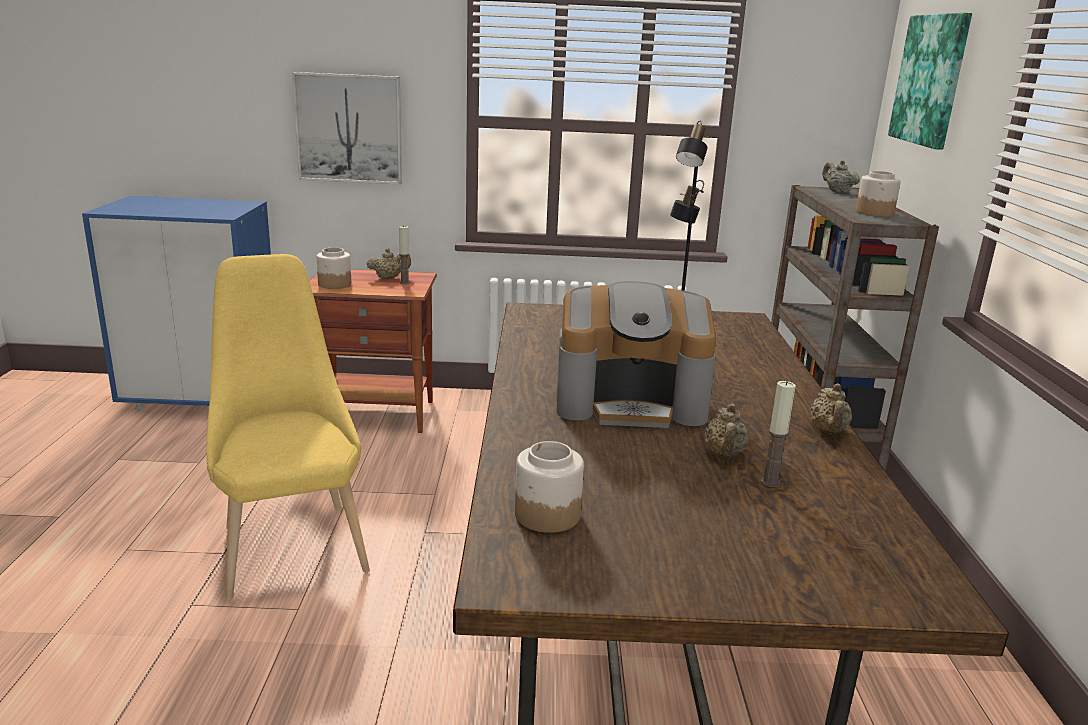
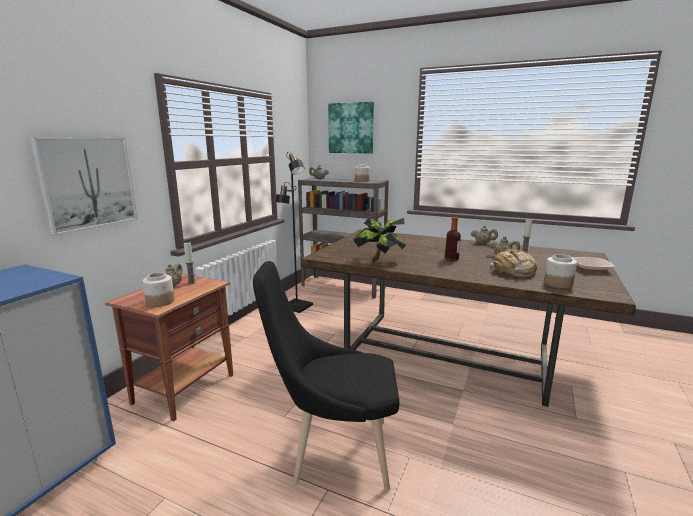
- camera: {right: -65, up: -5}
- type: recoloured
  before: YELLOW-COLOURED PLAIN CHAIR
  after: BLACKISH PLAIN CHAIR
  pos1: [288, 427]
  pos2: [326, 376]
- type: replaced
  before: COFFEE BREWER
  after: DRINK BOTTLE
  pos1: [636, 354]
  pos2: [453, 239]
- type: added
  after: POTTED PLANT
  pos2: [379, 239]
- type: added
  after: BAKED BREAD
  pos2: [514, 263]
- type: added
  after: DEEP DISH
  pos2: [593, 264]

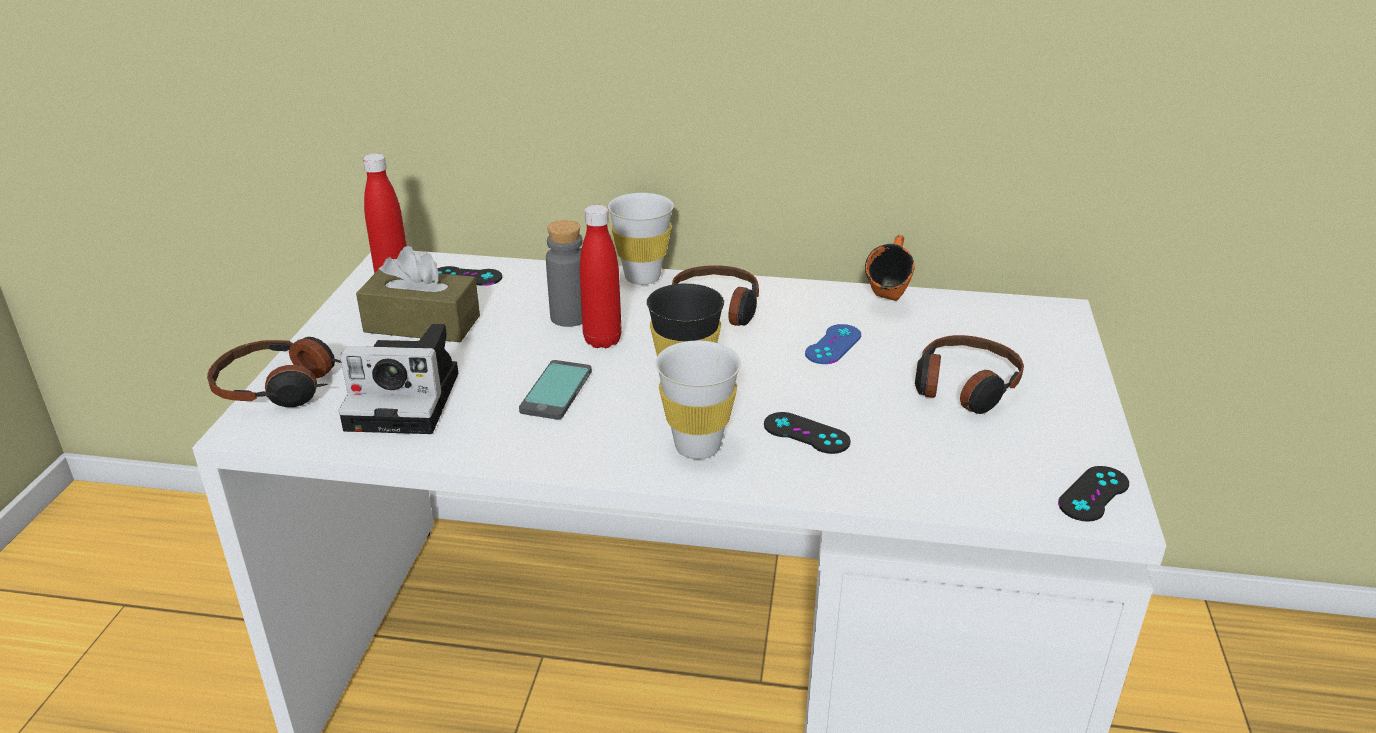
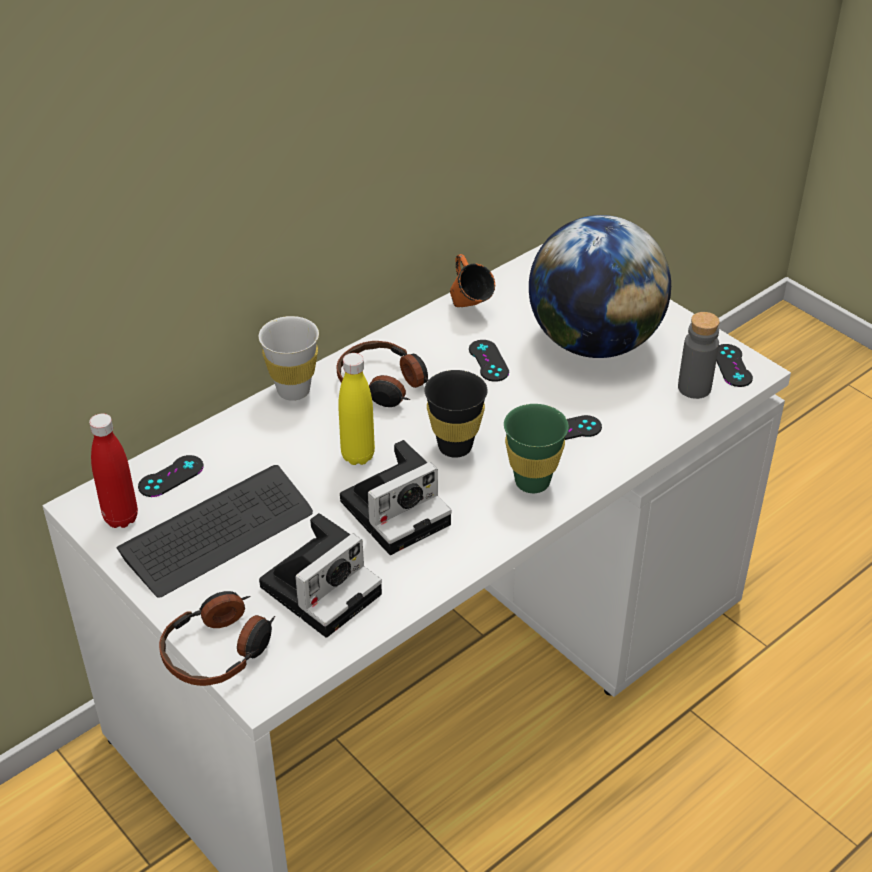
- camera: {right: -50, up: 10}
- type: recoloured
  before: RED-COLOURED DRINK BOTTLE
  after: YELLOW-COLOURED DRINK BOTTLE
  pos1: [601, 276]
  pos2: [356, 409]
- type: moved
  before: GRAY DRINK BOTTLE
  pos1: [564, 273]
  pos2: [699, 355]
- type: replaced
  before: BROWN-COLOURED BOX OF TISSUES
  after: COMPUTER KEYBOARD
  pos1: [418, 294]
  pos2: [214, 531]
- type: recoloured
  before: BLUE GAME CONTROLLER
  after: BLACKISH GAME CONTROLLER
  pos1: [833, 344]
  pos2: [489, 361]
- type: replaced
  before: PAIR OF HEADPHONES
  after: GLOBE
  pos1: [969, 374]
  pos2: [600, 286]
- type: recoloured
  before: WHITE-COLOURED DRINKING CUP
  after: GREEN-COLOURED DRINKING CUP
  pos1: [698, 400]
  pos2: [536, 448]
- type: replaced
  before: TELEPHONE
  after: STILL CAMERA
  pos1: [555, 390]
  pos2: [396, 497]

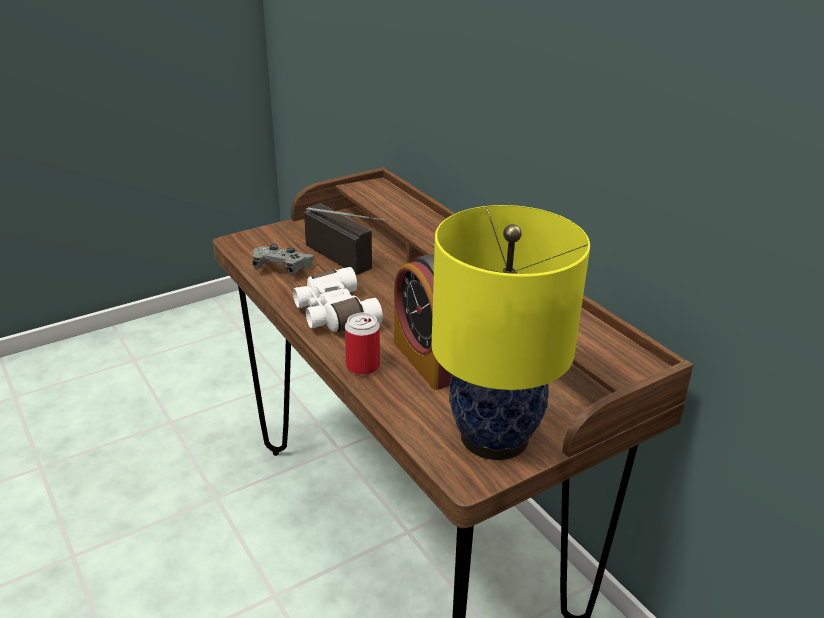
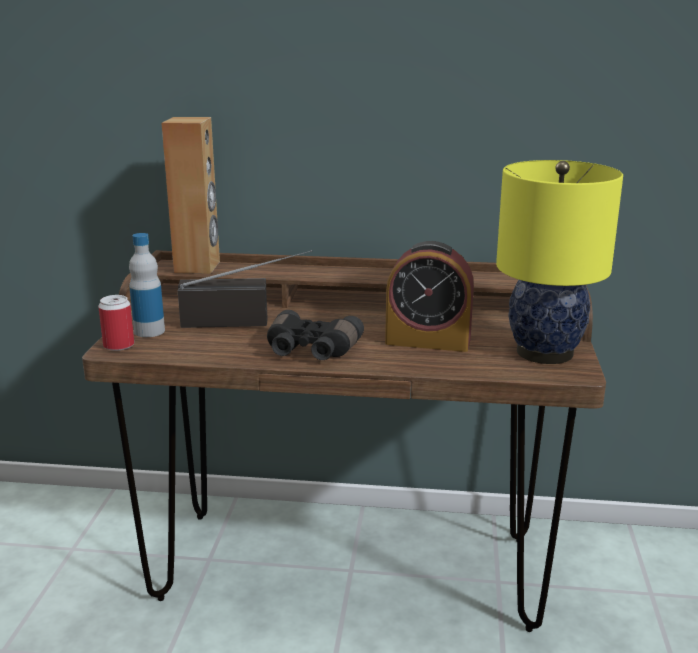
- camera: {right: -50, up: -10}
- type: removed
  before: GRAY GAME CONTROLLER
  pos1: [283, 260]
- type: recoloured
  before: WHITE-COLOURED FIELD GLASSES
  after: BLACKISH FIELD GLASSES
  pos1: [338, 299]
  pos2: [315, 335]
- type: moved
  before: CAN
  pos1: [362, 344]
  pos2: [116, 323]
- type: added
  after: BROWN-COLOURED AUDIO SPEAKER
  pos2: [190, 195]
- type: added
  after: DRINK BOTTLE
  pos2: [147, 285]

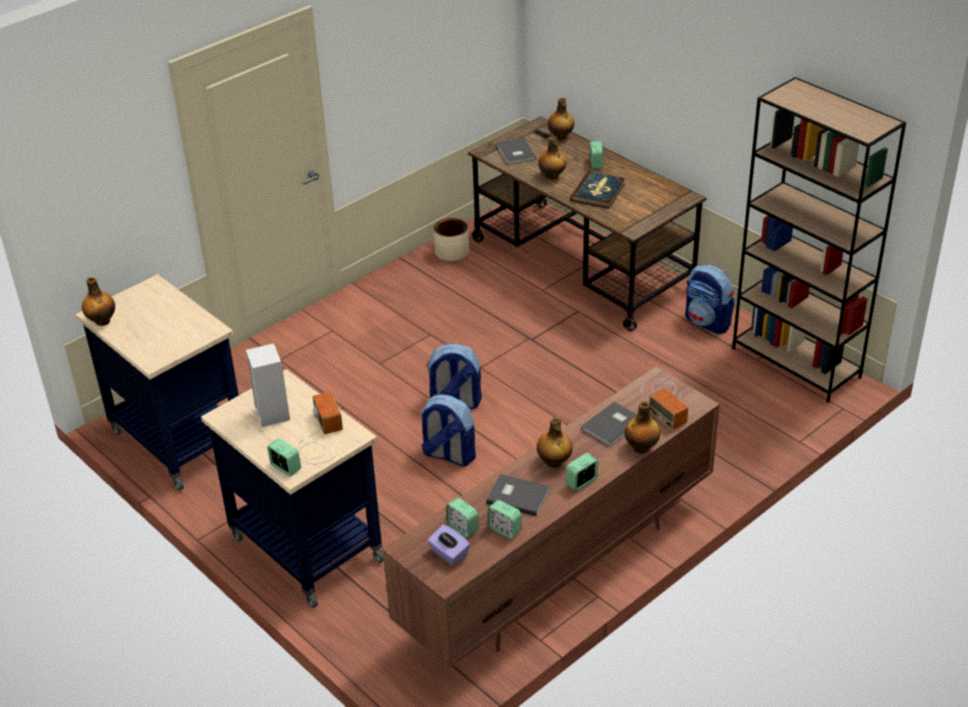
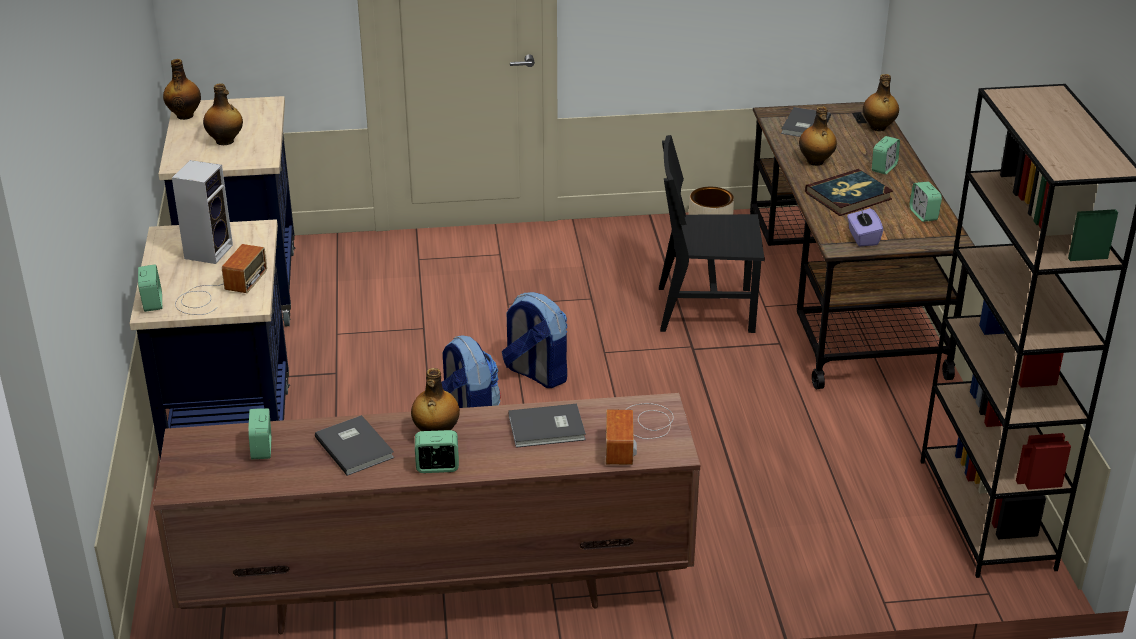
- camera: {right: 35, up: -5}
- type: removed
  before: KNAPSACK
  pos1: [710, 299]
- type: moved
  before: DRINK BOTTLE
  pos1: [642, 427]
  pos2: [223, 114]
- type: moved
  before: ALARM CLOCK
  pos1: [505, 519]
  pos2: [925, 202]
- type: moved
  before: PURPLISH BOX OF TISSUES
  pos1: [448, 545]
  pos2: [865, 227]
- type: added
  after: BLACKISH PLAIN CHAIR
  pos2: [712, 234]

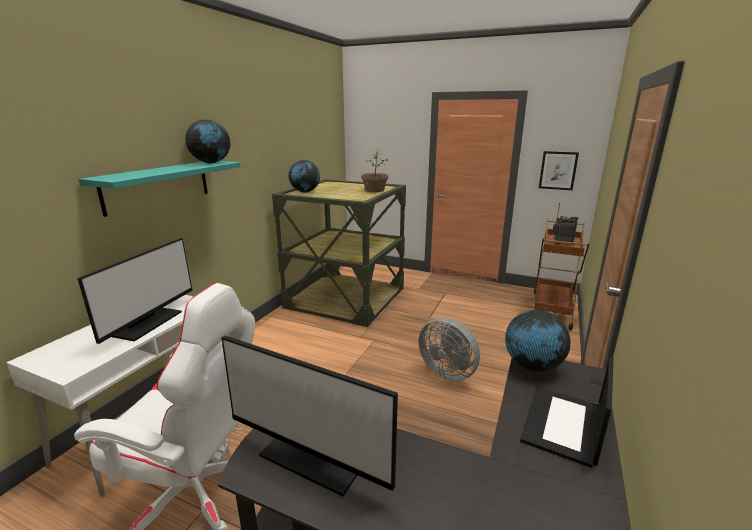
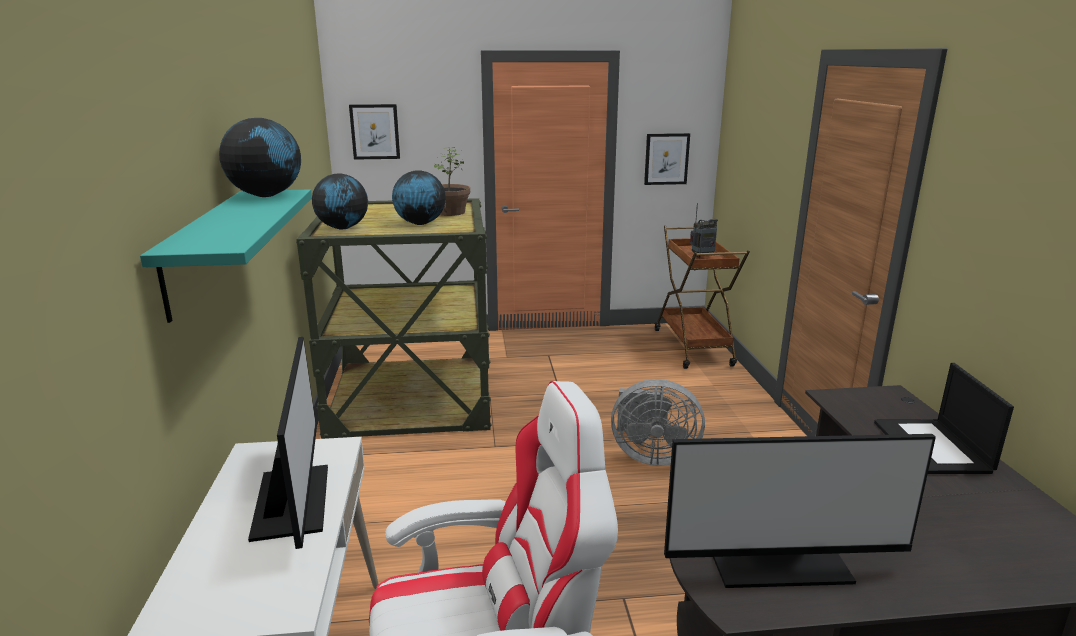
- camera: {right: -30, up: 0}
- type: moved
  before: GLOBE
  pos1: [538, 341]
  pos2: [419, 197]
- type: added
  after: PICTURE
  pos2: [374, 132]

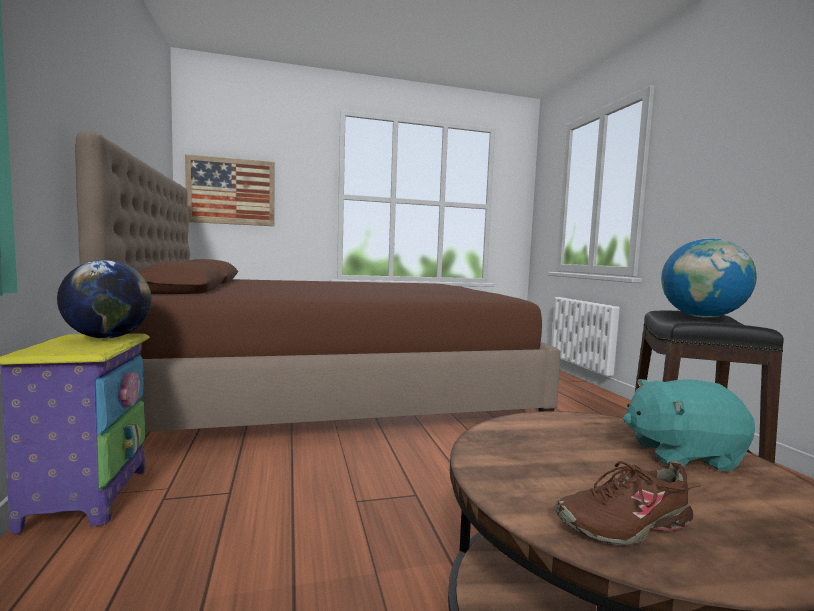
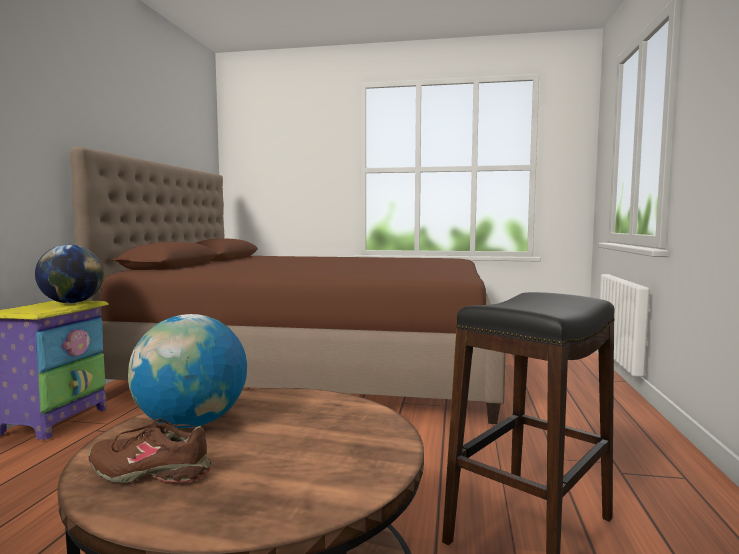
- camera: {right: 25, up: 0}
- type: removed
  before: PICTURE
  pos1: [230, 190]
- type: moved
  before: GLOBE
  pos1: [709, 277]
  pos2: [187, 371]
- type: removed
  before: TURQUOISE-COLOURED PLUSH TOY
  pos1: [689, 425]

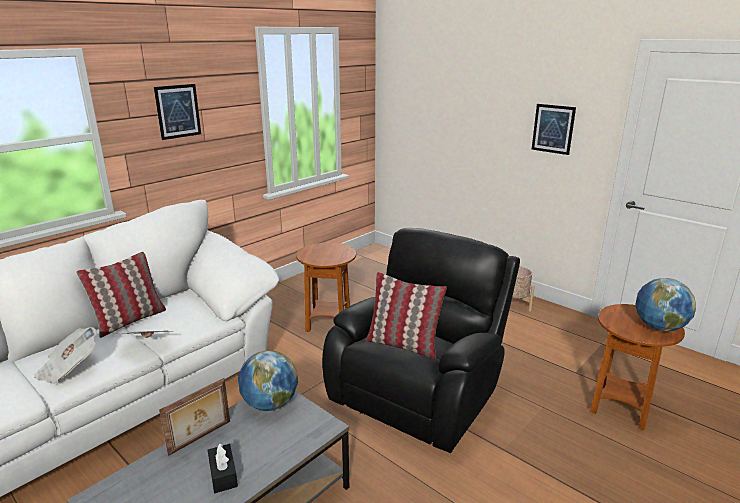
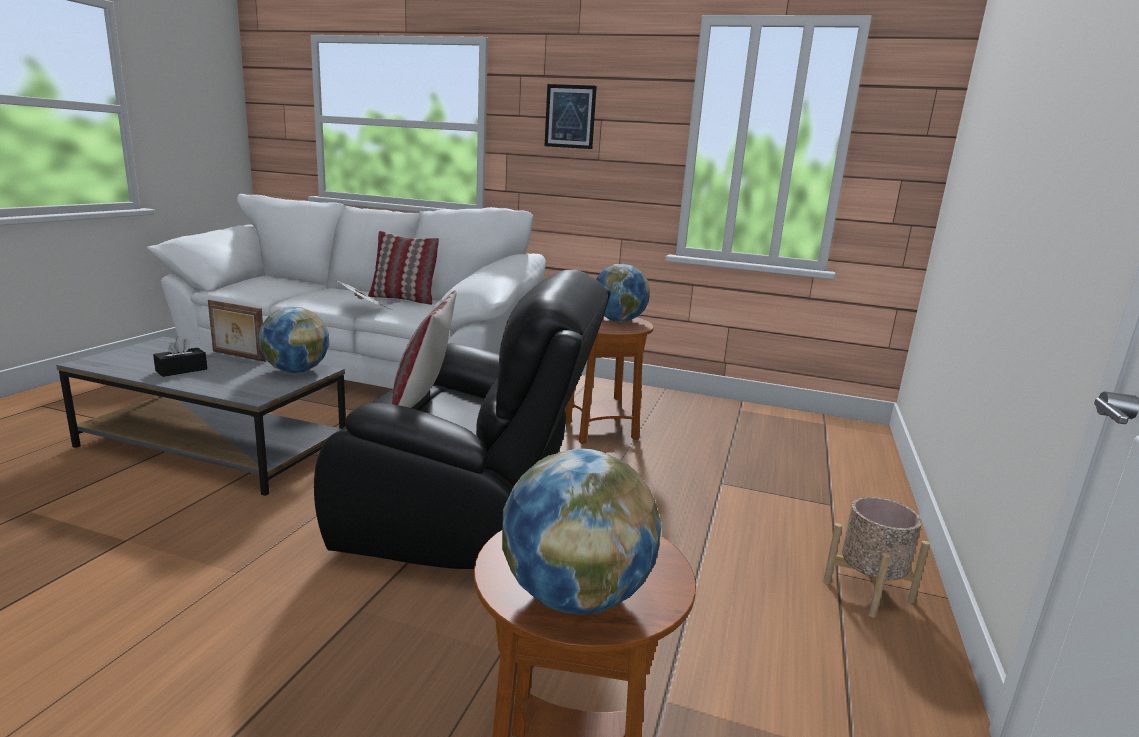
- camera: {right: 65, up: -5}
- type: removed
  before: PICTURE
  pos1: [554, 129]
- type: removed
  before: NEWSPAPER
  pos1: [65, 355]
- type: added
  after: GLOBE
  pos2: [623, 293]

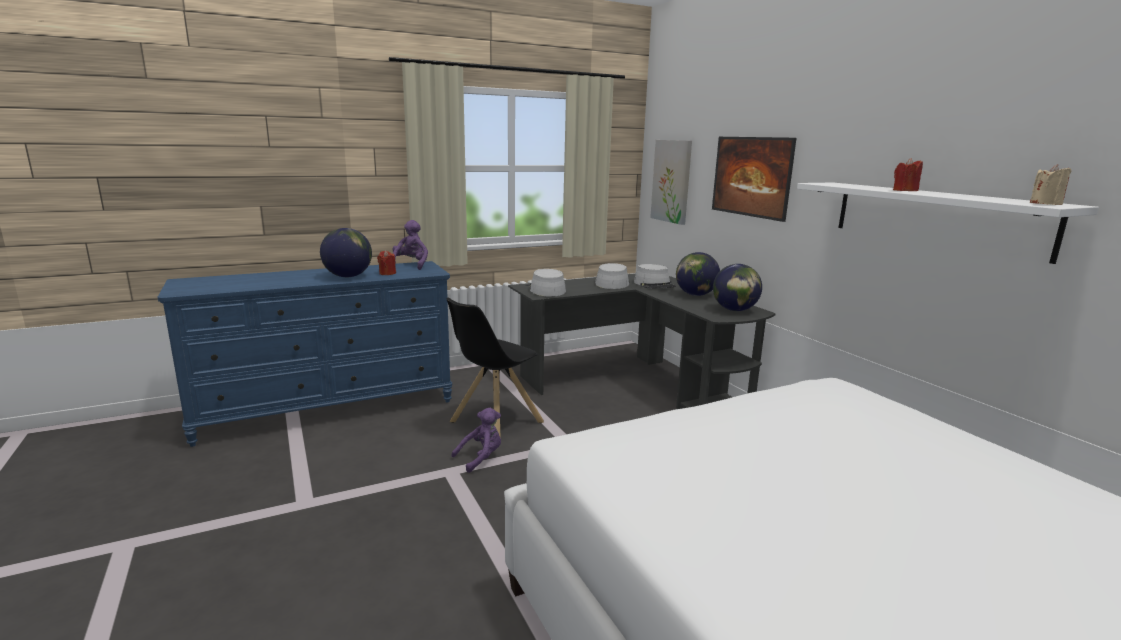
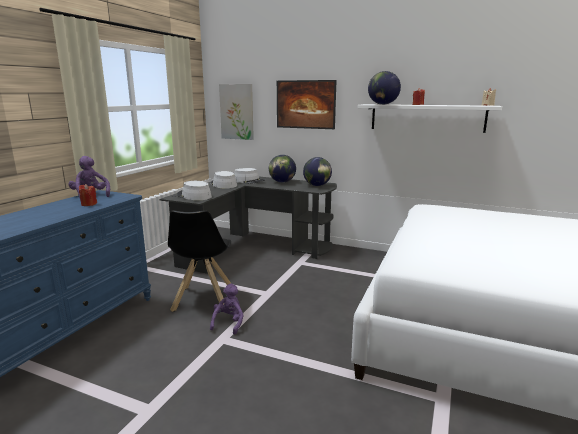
- camera: {right: -40, up: 0}
- type: moved
  before: GLOBE
  pos1: [346, 252]
  pos2: [384, 88]

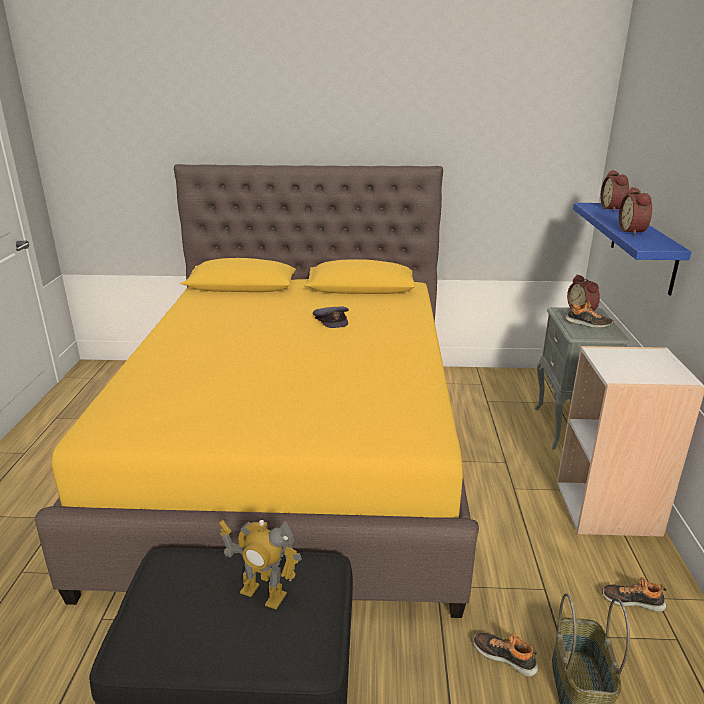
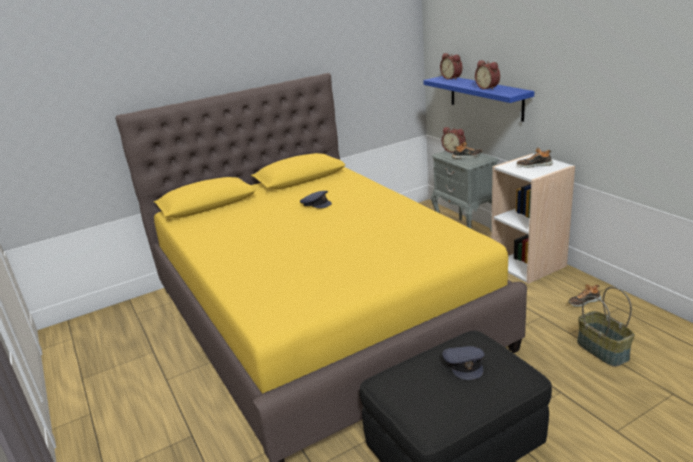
- camera: {right: -30, up: 0}
- type: replaced
  before: MODEL ROBOT
  after: GRAY CAP
  pos1: [260, 564]
  pos2: [463, 363]
- type: moved
  before: ITEM OF FOOTWEAR
  pos1: [505, 655]
  pos2: [535, 157]

